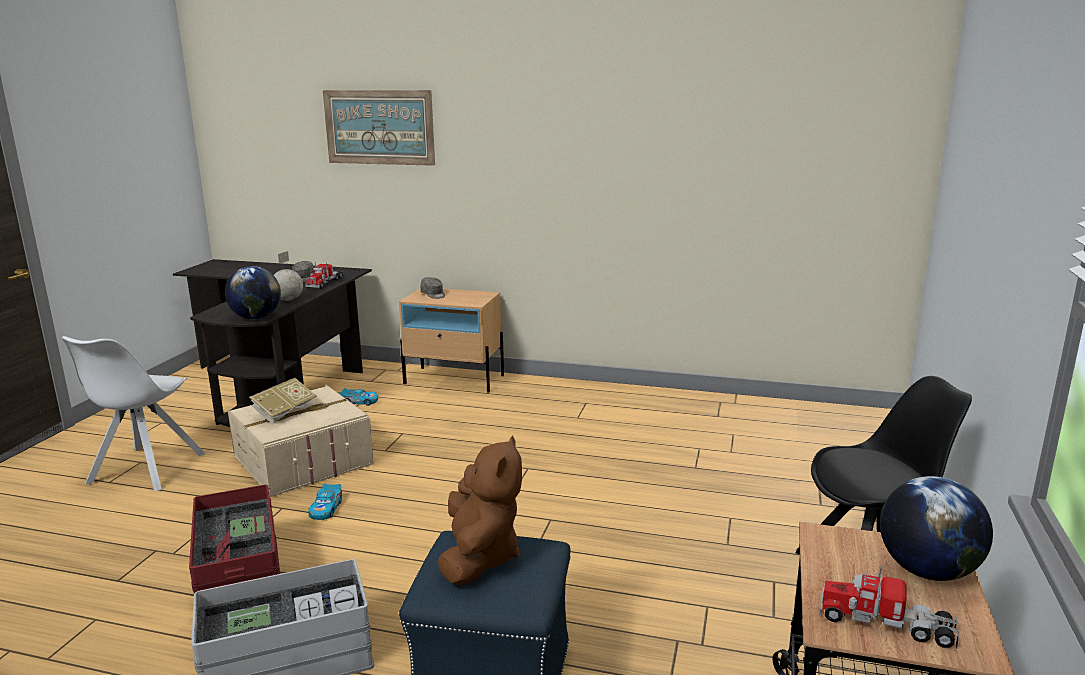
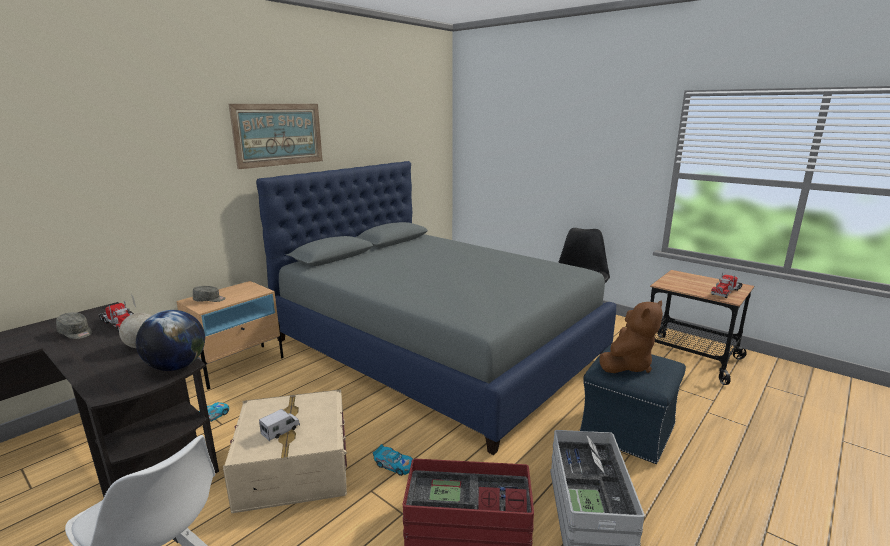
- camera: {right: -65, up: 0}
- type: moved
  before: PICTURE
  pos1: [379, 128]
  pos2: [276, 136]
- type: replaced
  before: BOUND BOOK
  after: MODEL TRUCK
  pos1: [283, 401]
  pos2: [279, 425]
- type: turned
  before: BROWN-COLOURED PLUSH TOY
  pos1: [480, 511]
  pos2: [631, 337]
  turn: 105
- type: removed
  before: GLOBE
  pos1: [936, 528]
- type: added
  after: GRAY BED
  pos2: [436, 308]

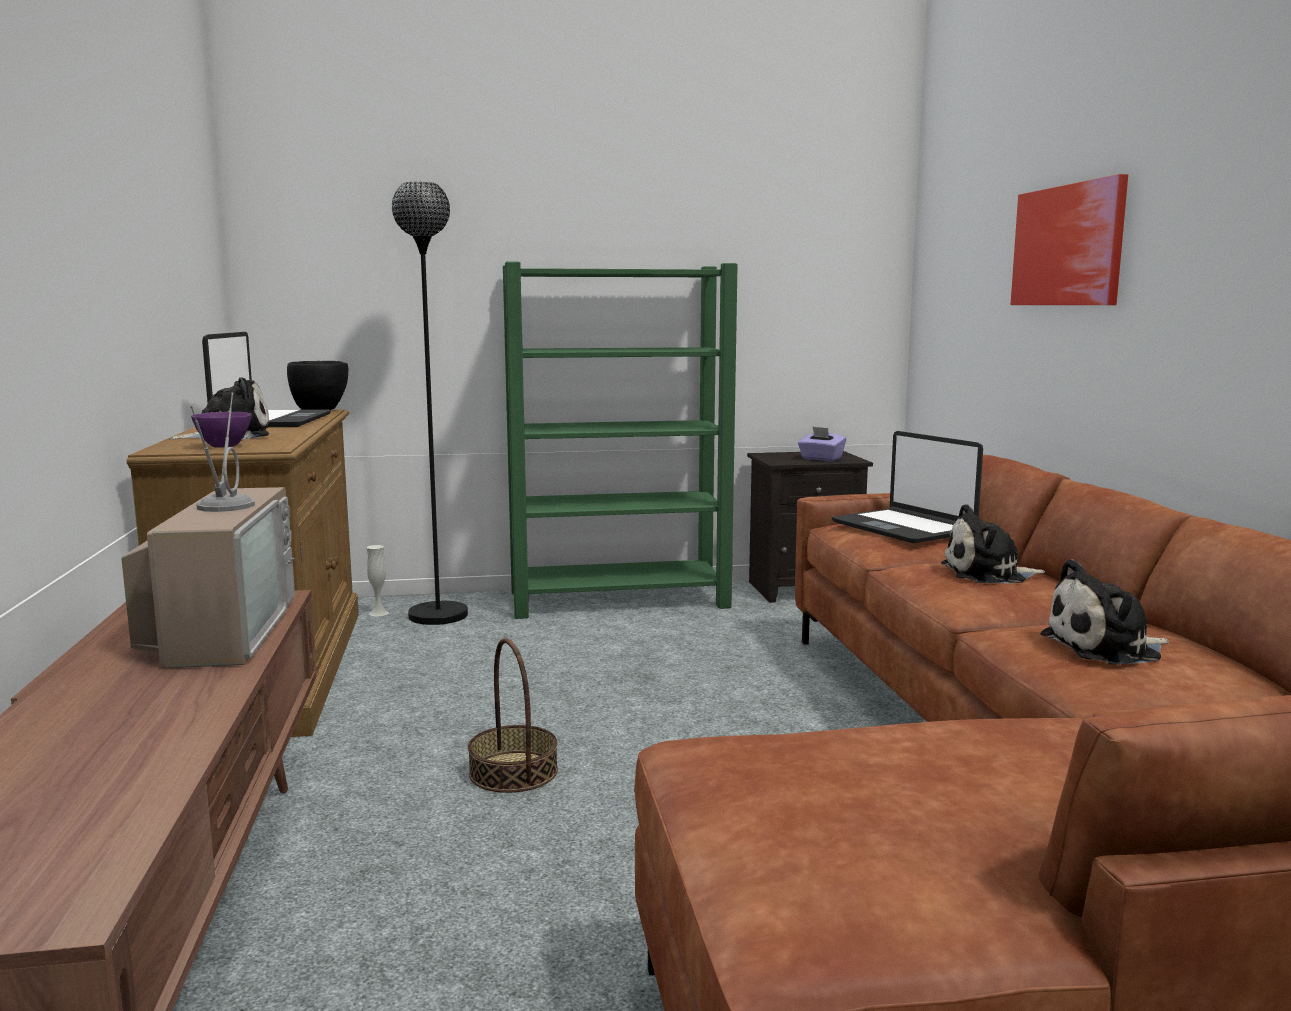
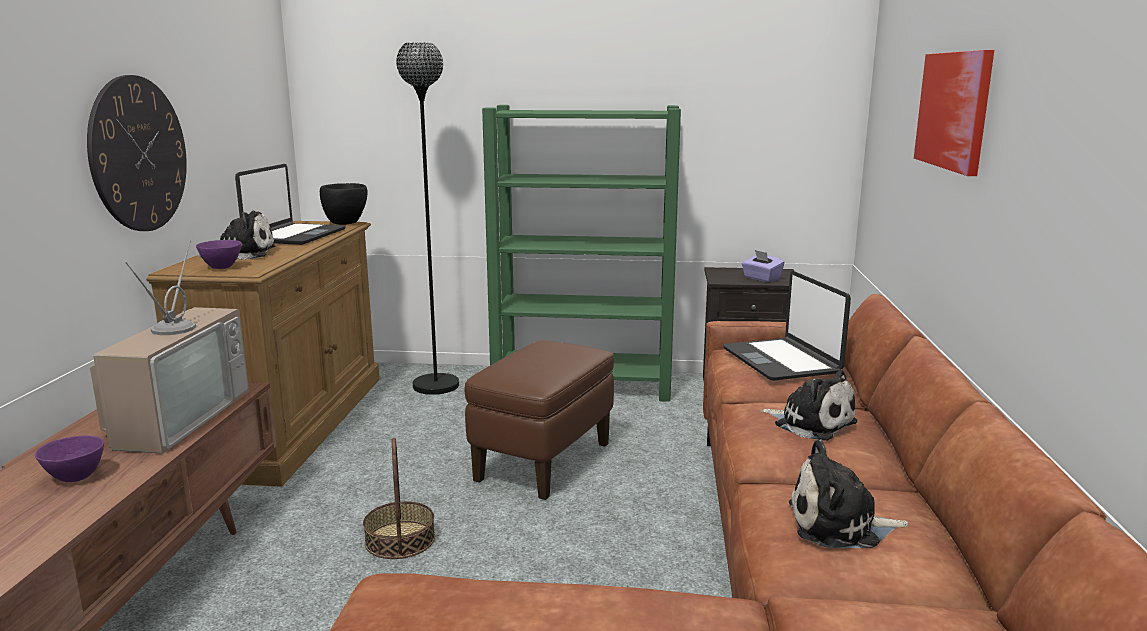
- camera: {right: 15, up: 5}
- type: turned
  before: PLUSH TOY
  pos1: [993, 543]
  pos2: [808, 405]
  turn: -150
- type: removed
  before: WHITE-COLOURED FLOWER VASE
  pos1: [378, 581]
- type: added
  after: HANGING CLOCK
  pos2: [137, 153]
- type: added
  after: BROWN-COLOURED FOOTREST
  pos2: [539, 420]
- type: added
  after: PURPLISH DEEP DISH
  pos2: [69, 458]

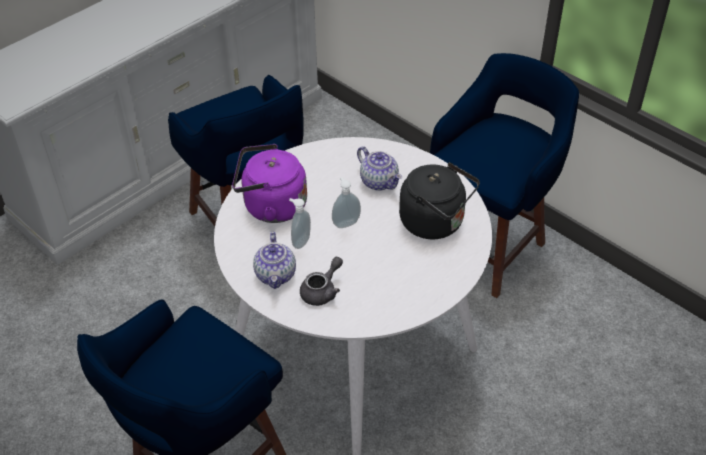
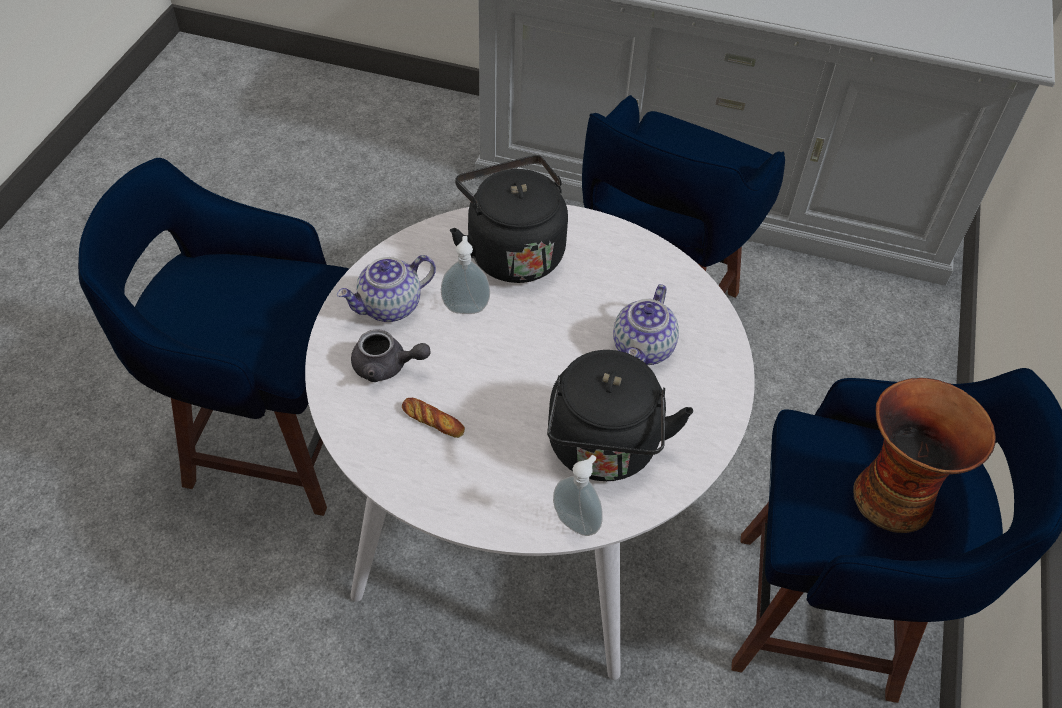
- camera: {right: 60, up: 5}
- type: recoloured
  before: PURPLISH WATER KETTLE
  after: BLACKISH WATER KETTLE
  pos1: [269, 183]
  pos2: [509, 219]
- type: moved
  before: LIQUID SOAP BOTTLE
  pos1: [346, 202]
  pos2: [578, 495]
- type: added
  after: FLOWER VASE
  pos2: [924, 455]
- type: added
  after: BAKED BREAD
  pos2: [433, 418]

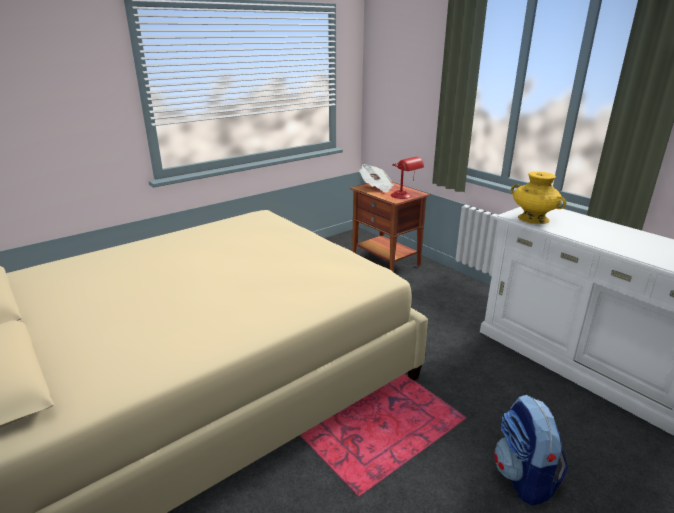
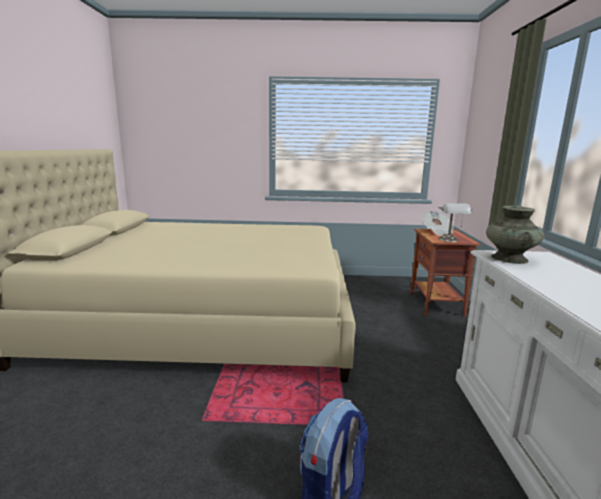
- camera: {right: 40, up: -10}
- type: recoloured
  before: RED-COLOURED TABLETOP LAMP
  after: WHITE-COLOURED TABLETOP LAMP
  pos1: [407, 178]
  pos2: [455, 222]
- type: recoloured
  before: YELLOW-COLOURED FLOWER VASE
  after: TURQUOISE-COLOURED FLOWER VASE
  pos1: [538, 198]
  pos2: [515, 234]

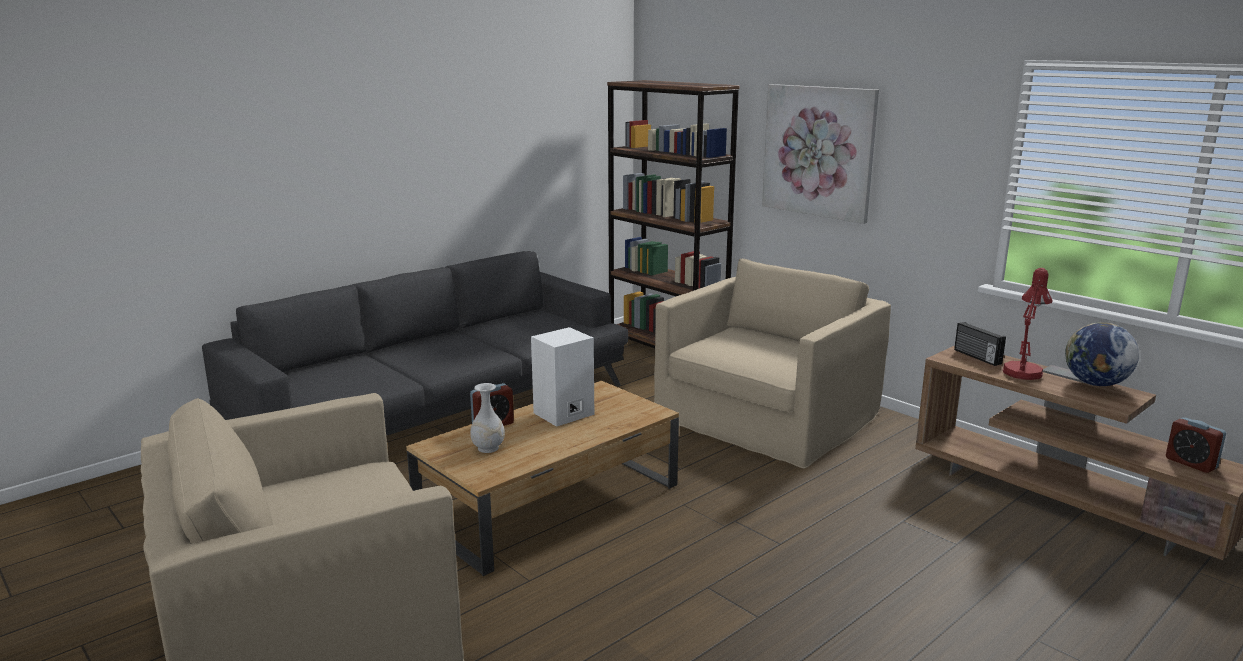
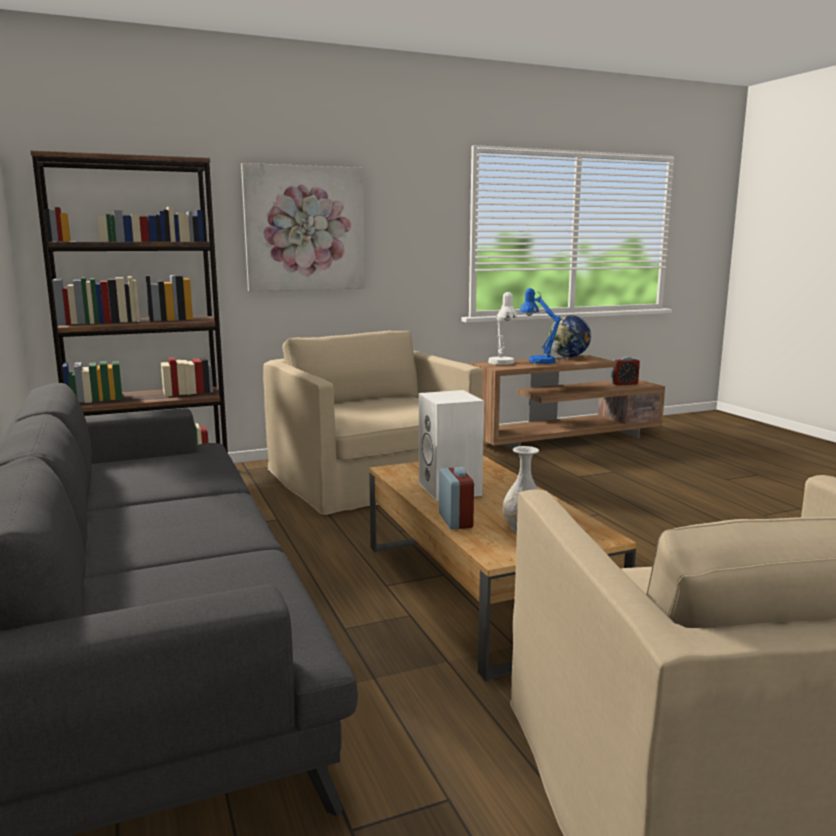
- camera: {right: -70, up: -5}
- type: recoloured
  before: RED-COLOURED TABLETOP LAMP
  after: BLUE TABLETOP LAMP
  pos1: [1027, 324]
  pos2: [540, 326]
- type: replaced
  before: RADIO
  after: WHITE-COLOURED TABLETOP LAMP
  pos1: [980, 344]
  pos2: [503, 328]

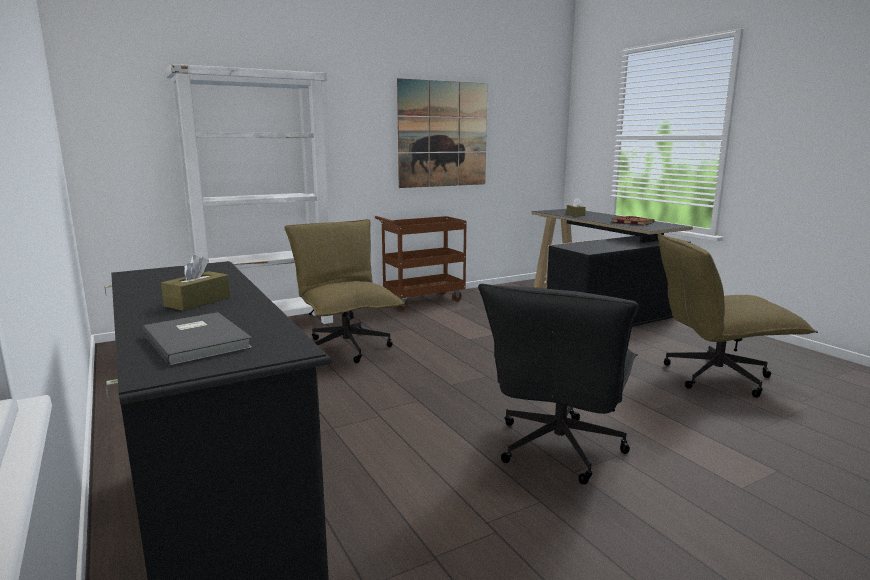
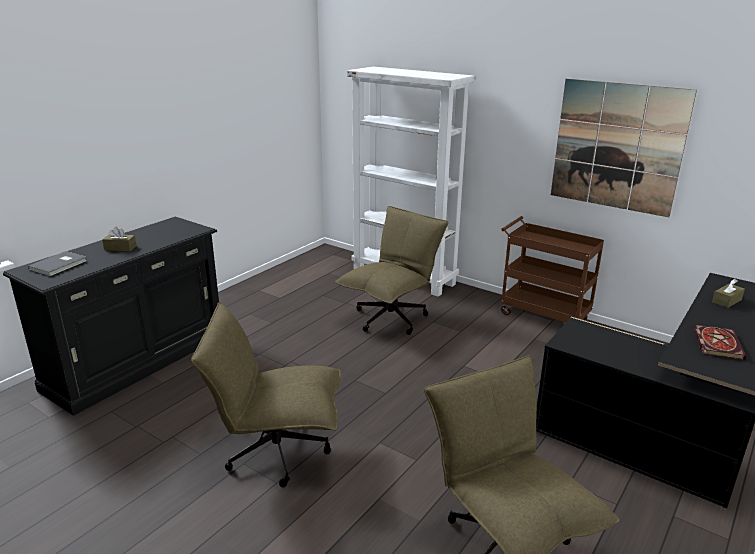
- camera: {right: 65, up: 10}
- type: recoloured
  before: BLACKISH OFFICE CHAIR
  after: BEIGE-COLOURED OFFICE CHAIR
  pos1: [558, 384]
  pos2: [266, 395]

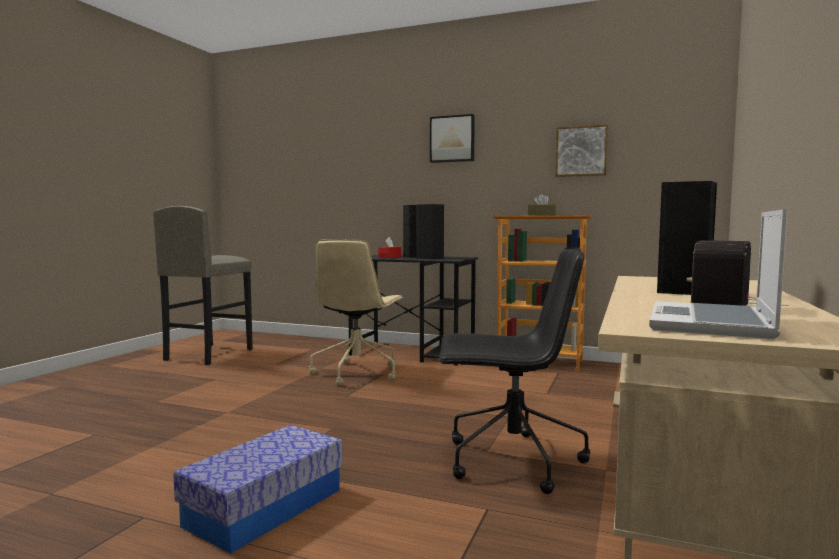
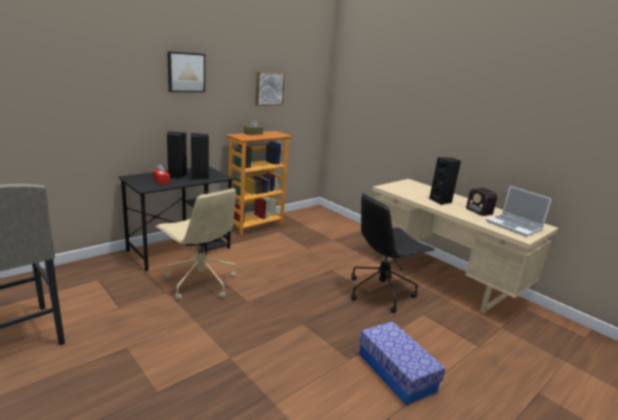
- camera: {right: -65, up: 15}
- type: turned
  before: BLACKISH OFFICE CHAIR
  pos1: [514, 370]
  pos2: [393, 253]
  turn: -150

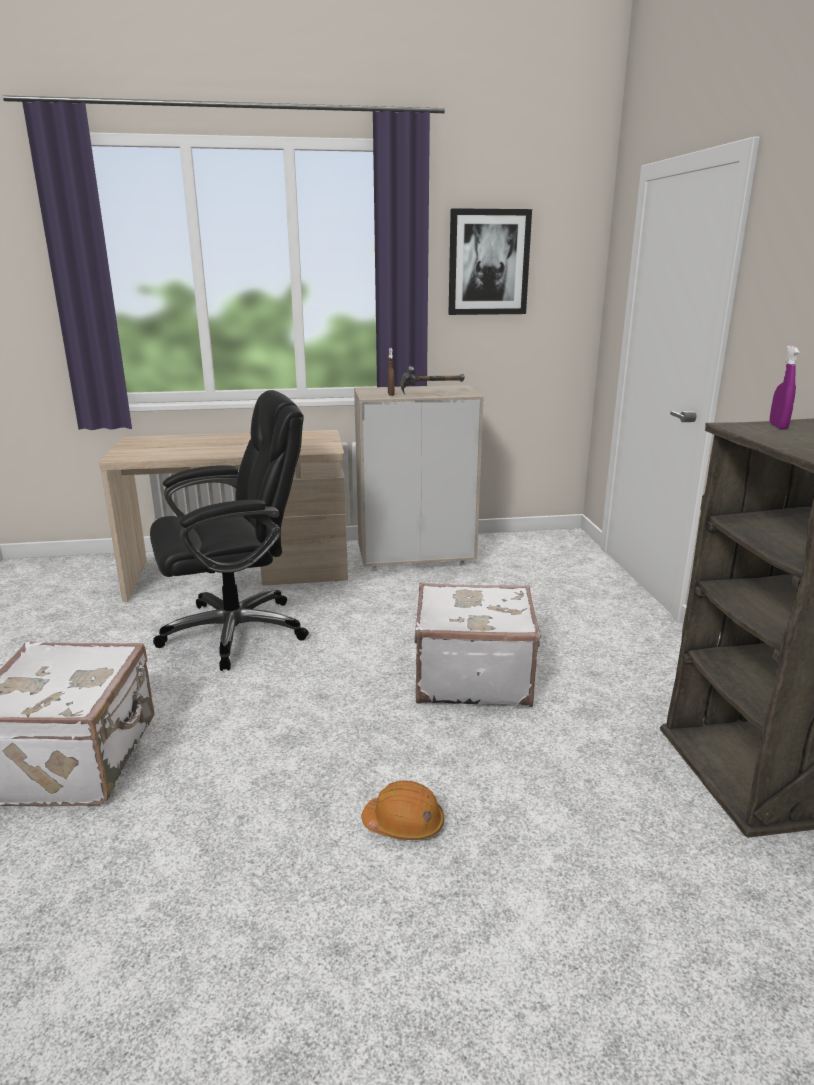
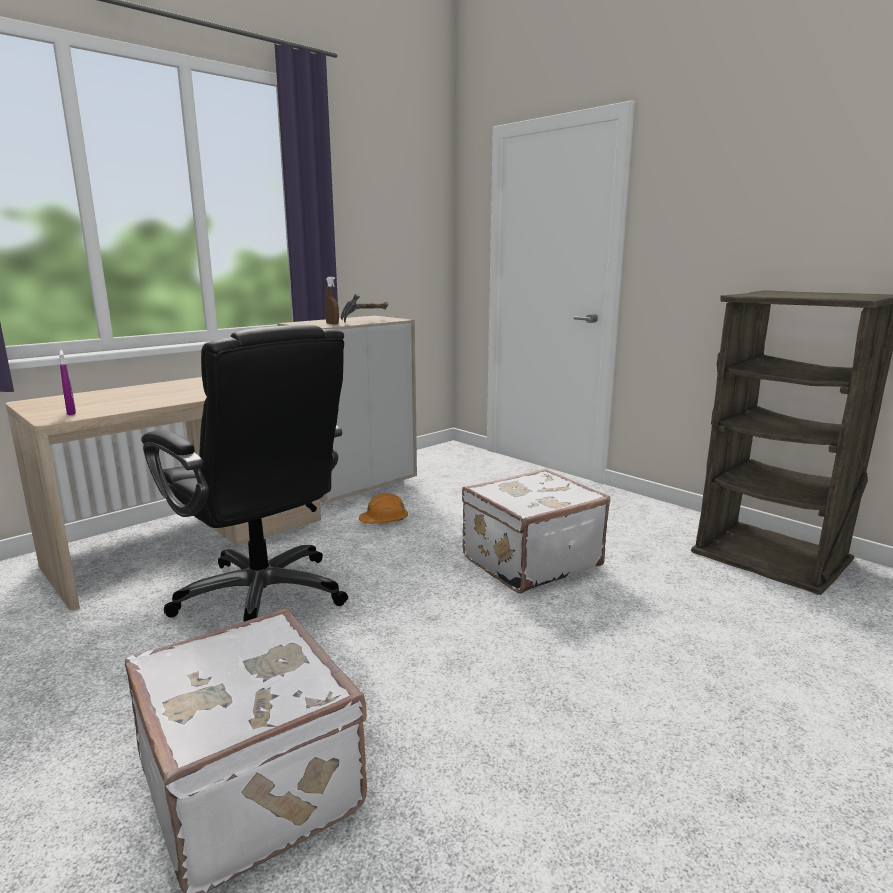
- camera: {right: -35, up: -5}
- type: removed
  before: PICTURE
  pos1: [490, 261]
- type: moved
  before: PURPLISH SPRAYER
  pos1: [784, 387]
  pos2: [67, 382]
- type: turned
  before: BLACKISH OFFICE CHAIR
  pos1: [229, 530]
  pos2: [244, 473]
  turn: 105
- type: moved
  before: ORANGEY SAFETY HELMET
  pos1: [402, 810]
  pos2: [383, 508]

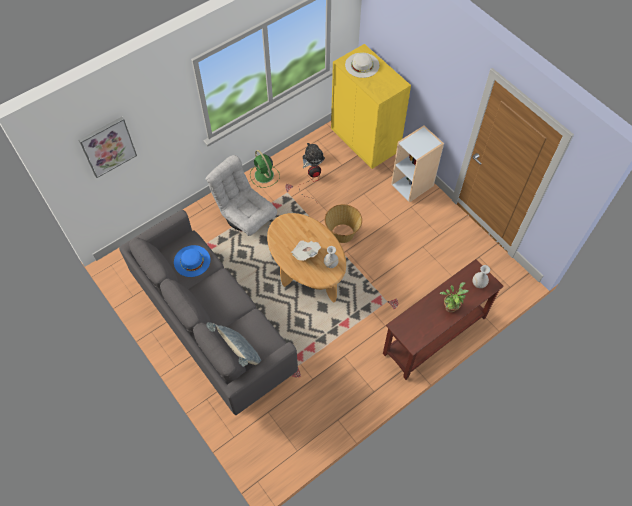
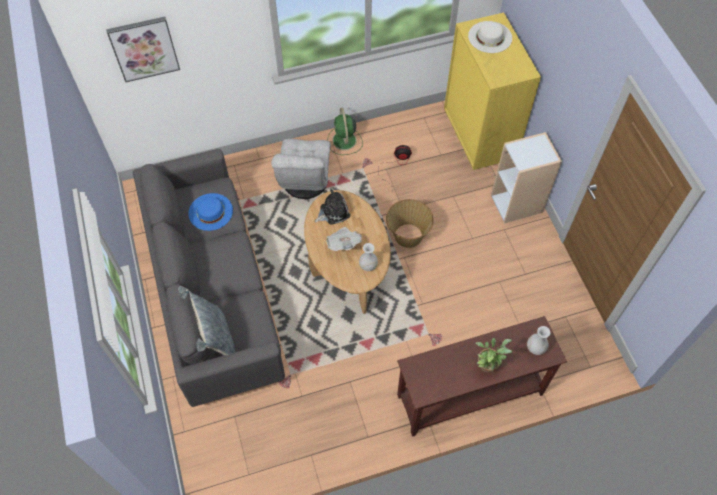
- camera: {right: 20, up: 0}
- type: moved
  before: PLUSH TOY
  pos1: [313, 156]
  pos2: [332, 207]
- type: turned
  before: GRAY LOUNGE CHAIR
  pos1: [241, 195]
  pos2: [301, 169]
  turn: -150

